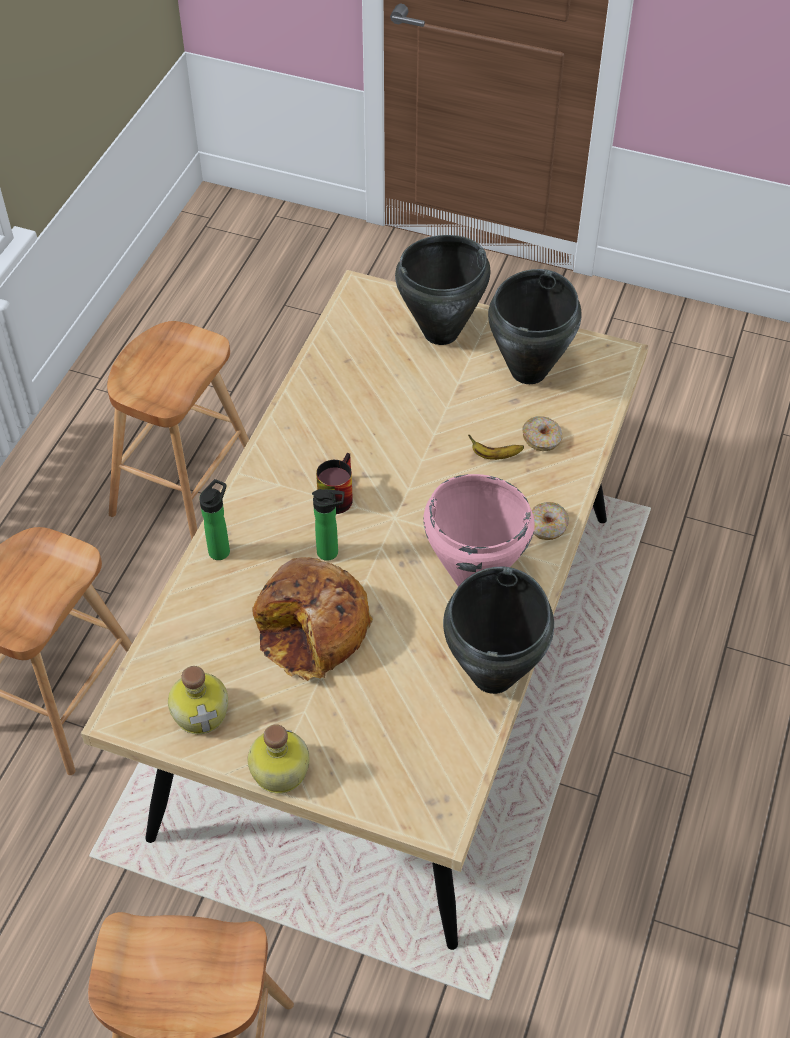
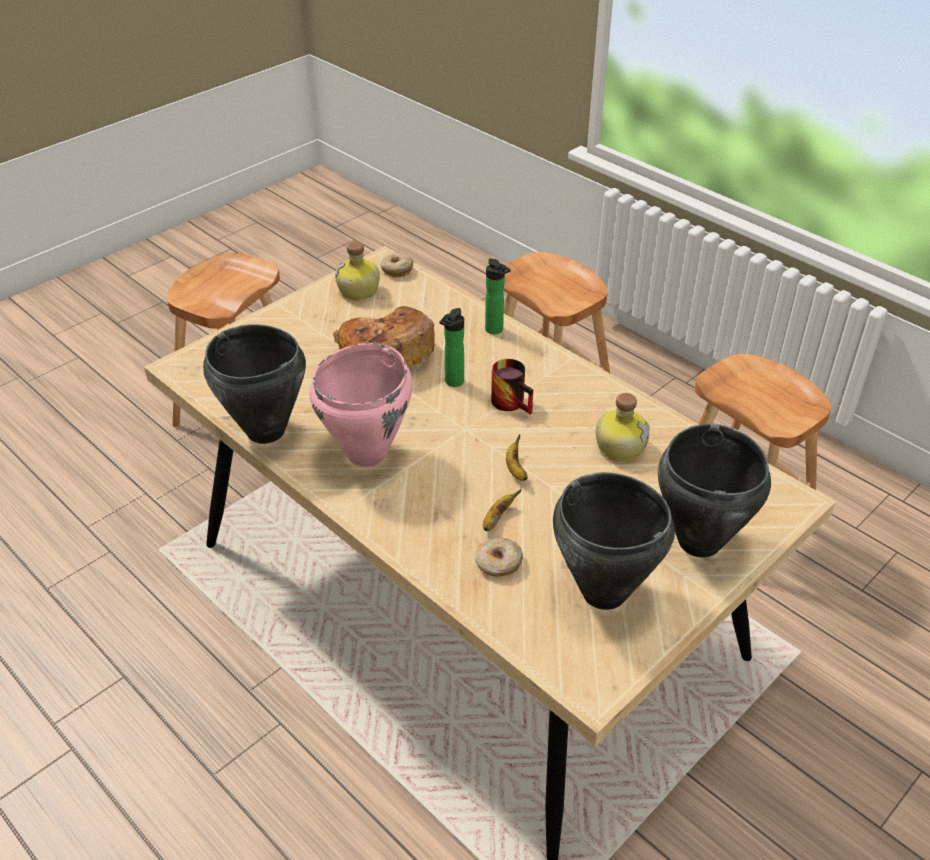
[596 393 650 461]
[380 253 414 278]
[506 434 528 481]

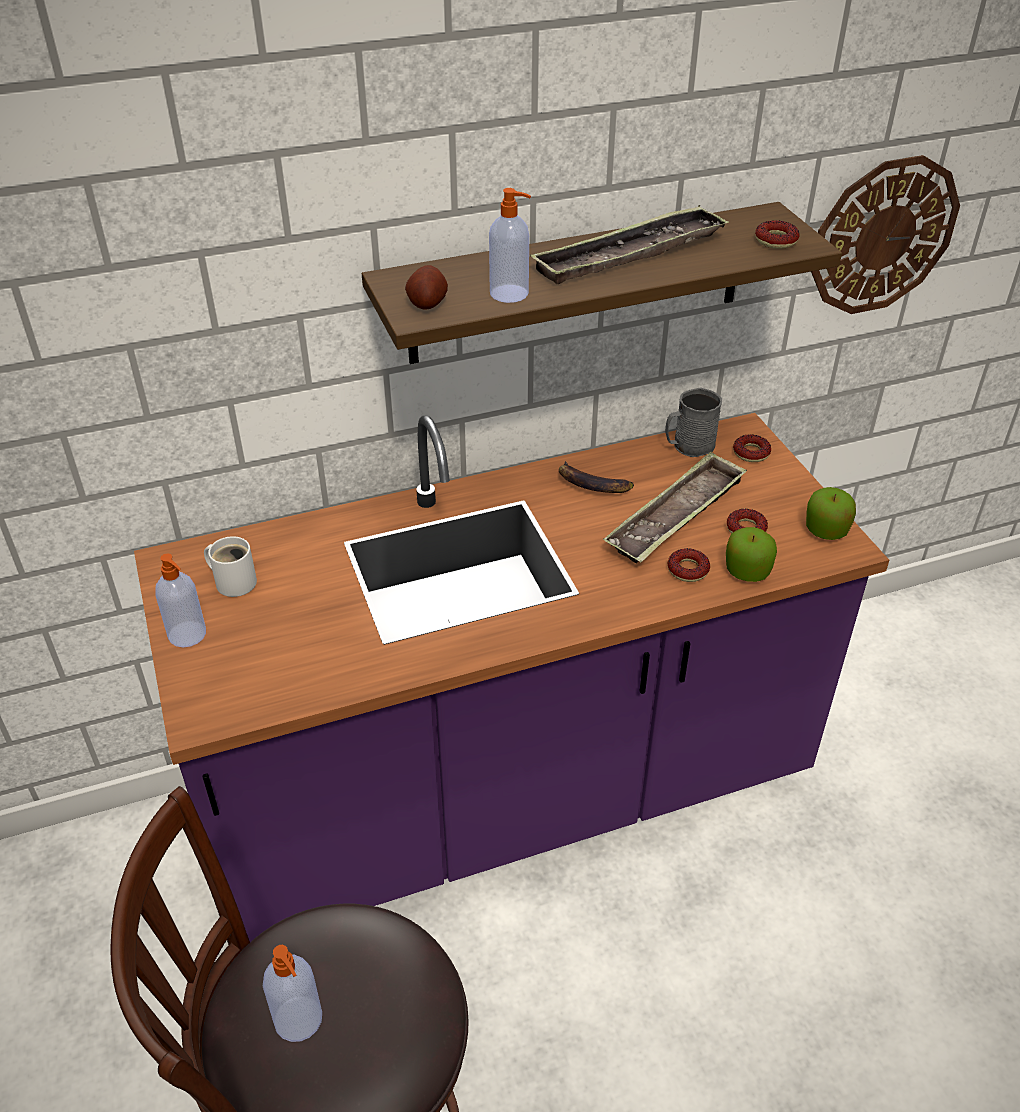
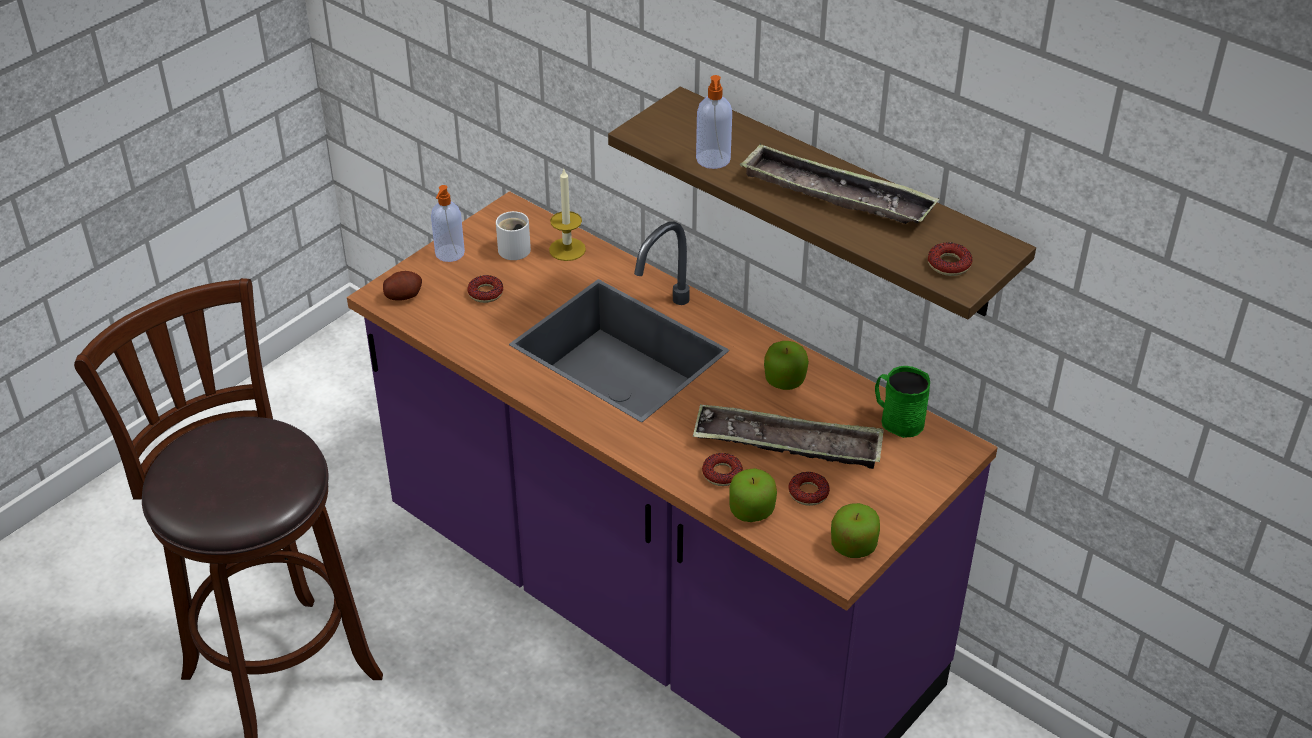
[263 945 322 1042] (first image)
[383 271 422 301]
[764 341 809 390]
[875 366 930 438]
[467 275 504 303]
[811 155 960 314] (first image)
[549 169 586 261]

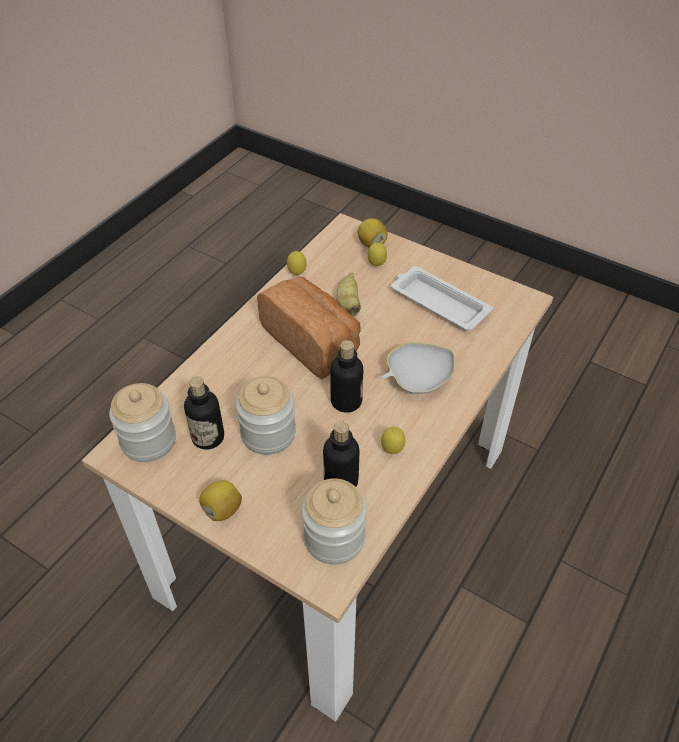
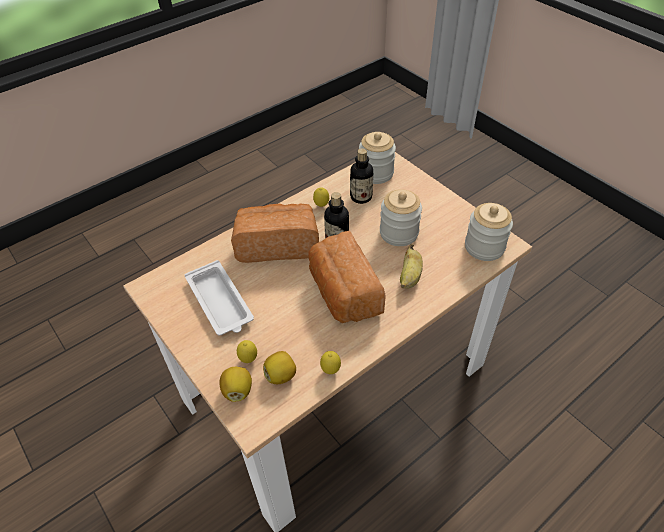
[184 377 224 449] (first image)
[263 351 296 384]
[400 244 423 289]
[231 204 319 263]

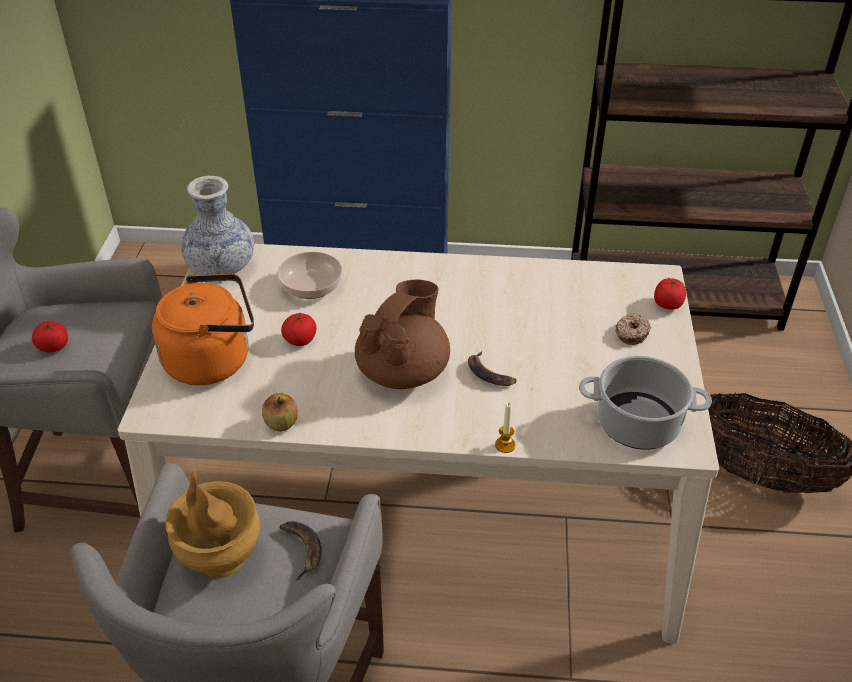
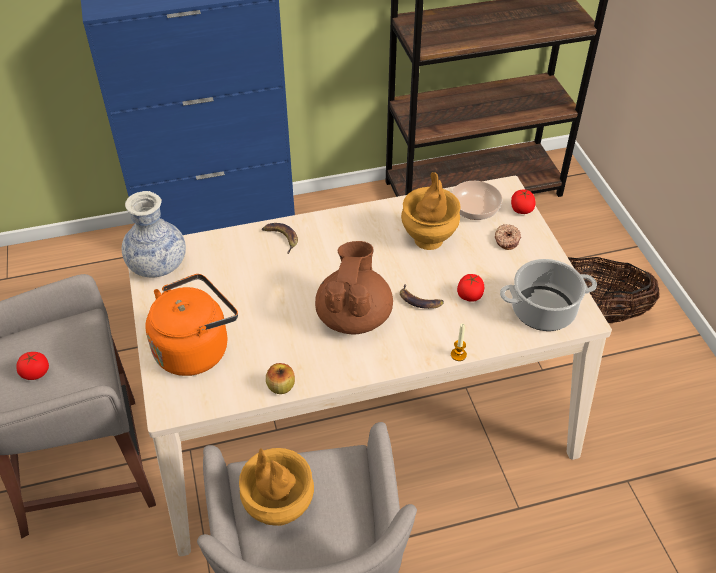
[451 181 502 220]
[262 223 298 254]
[457 274 484 302]
[401 172 461 250]

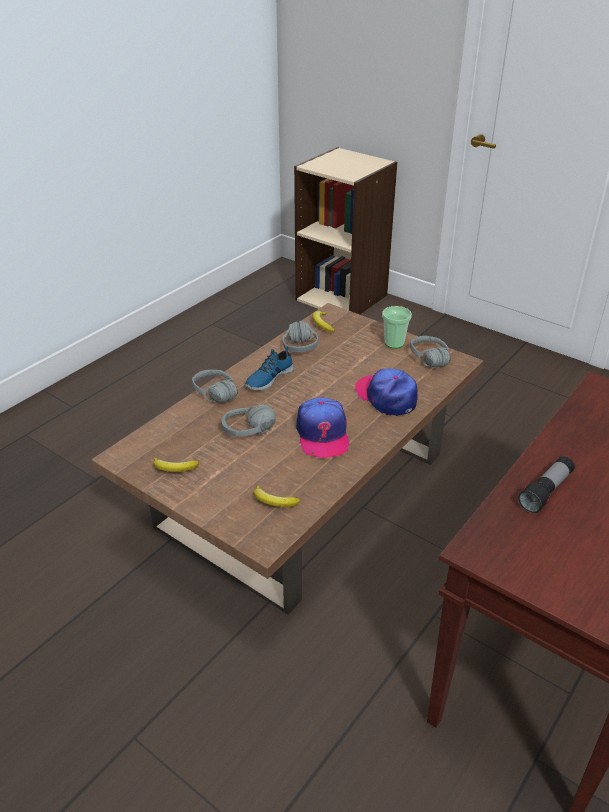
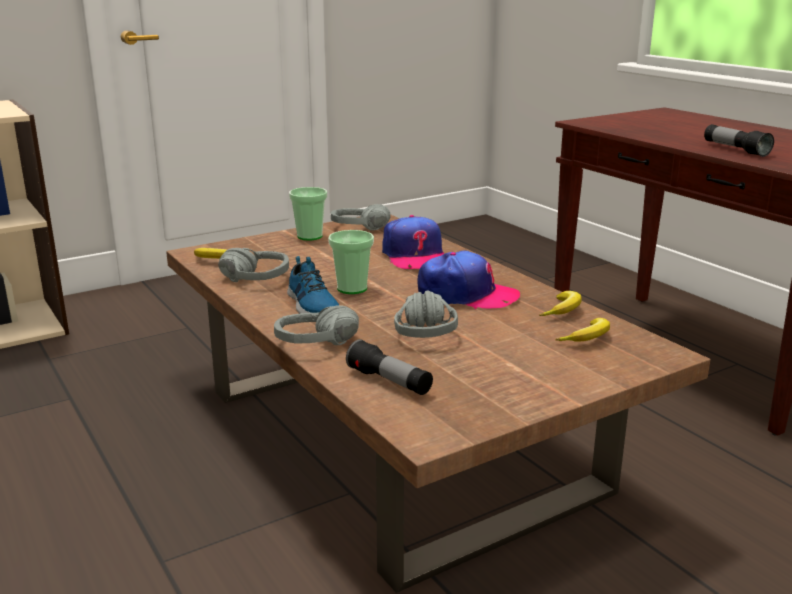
[539 291 582 316]
[382 215 444 269]
[328 230 374 294]
[346 339 433 395]

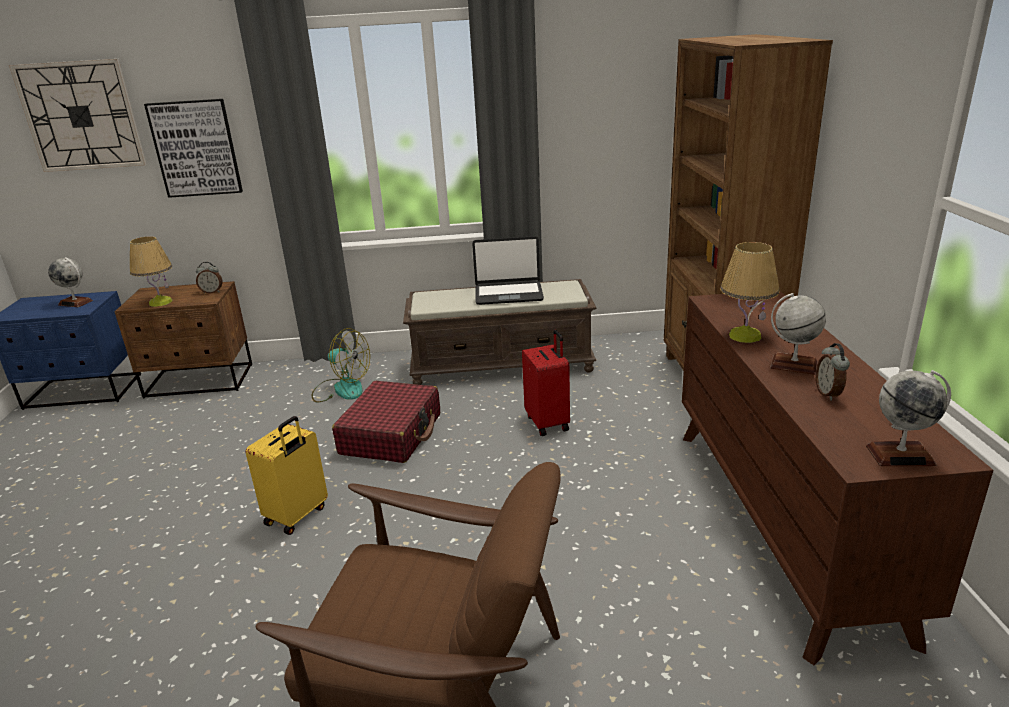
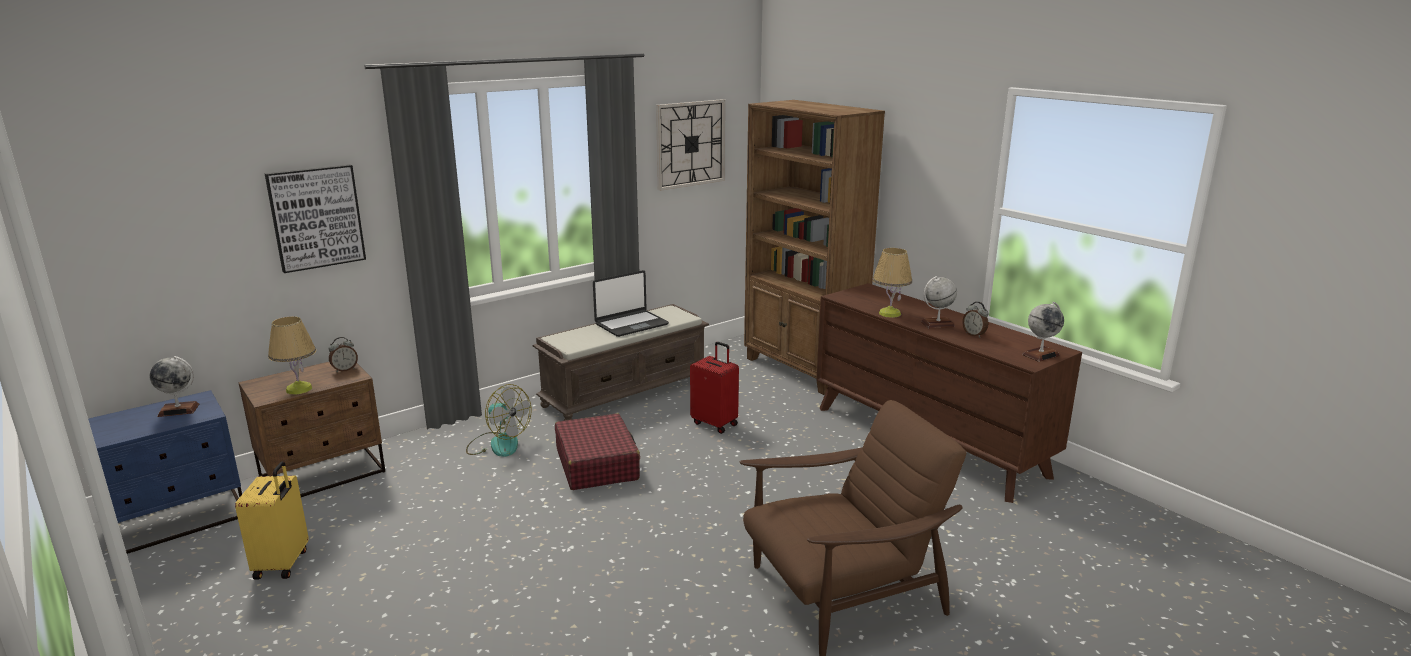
[656 99 725 191]
[235 461 309 580]
[466 384 531 457]

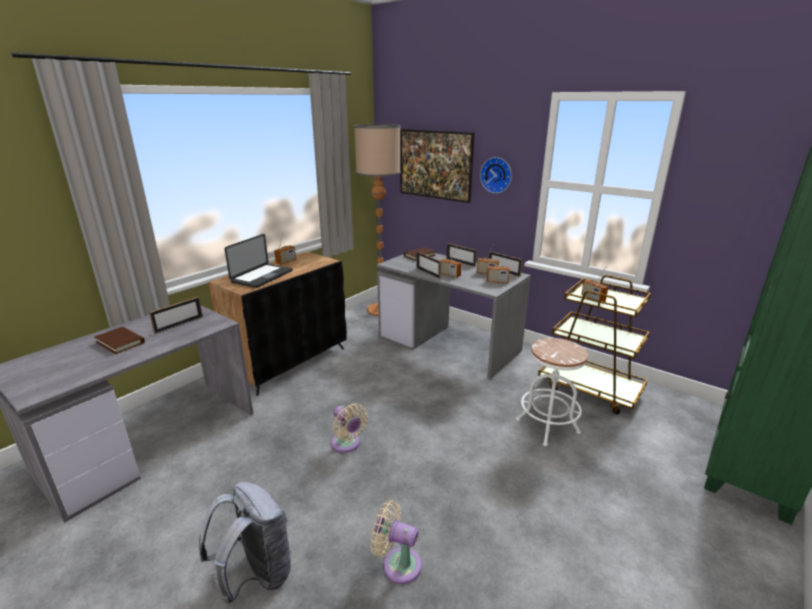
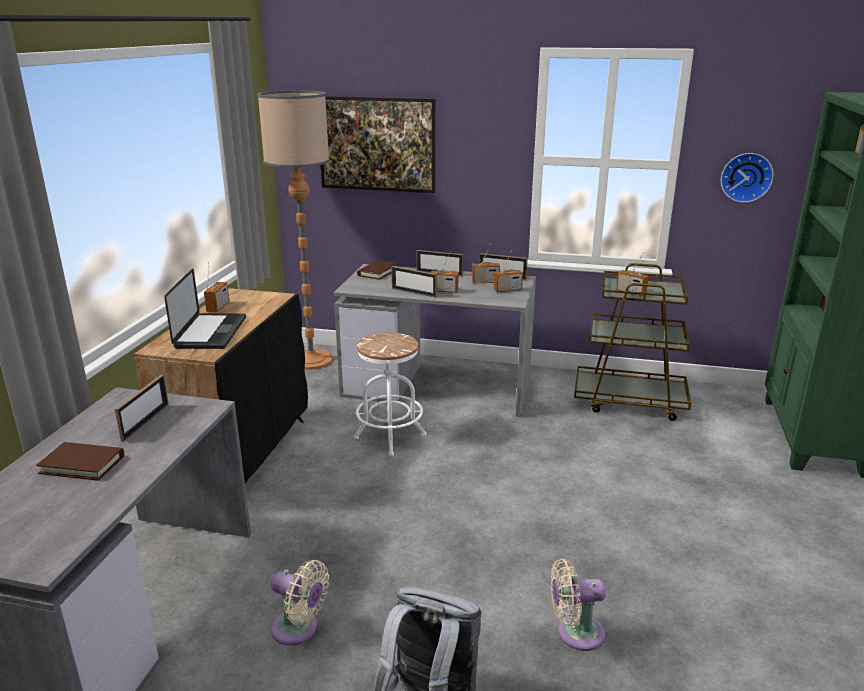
[271 560 329 646]
[721 153 774 203]
[354 333 426 456]

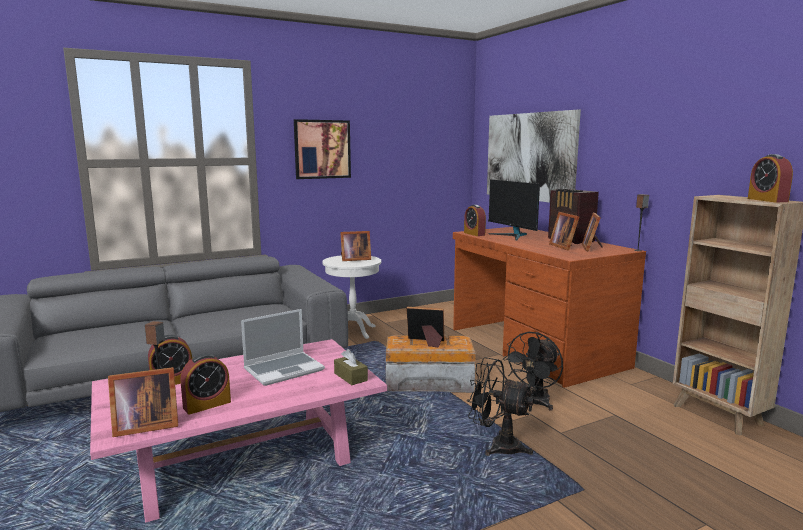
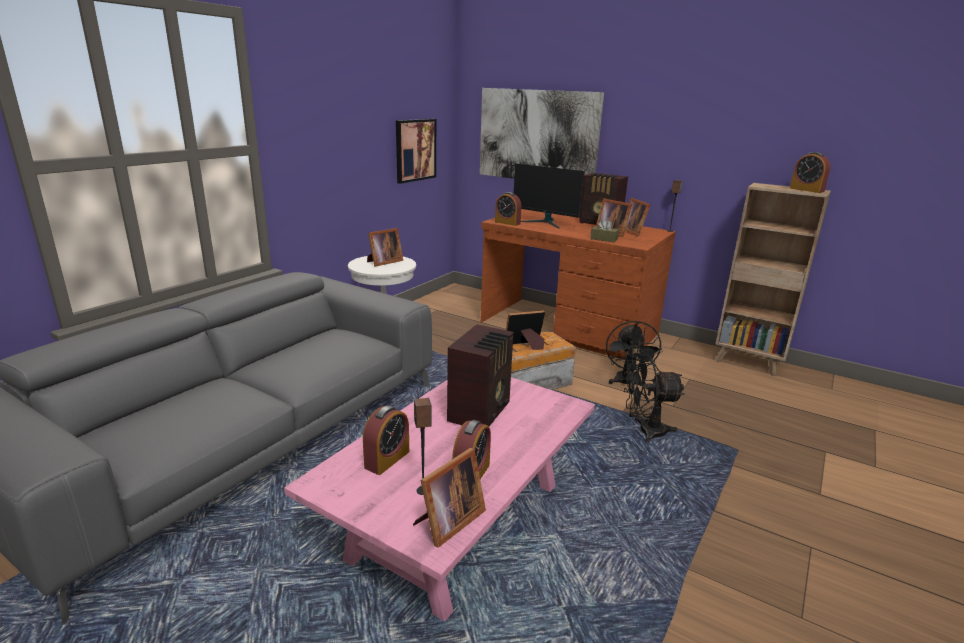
[447 324 514 426]
[396 119 436 184]
[590 219 619 242]

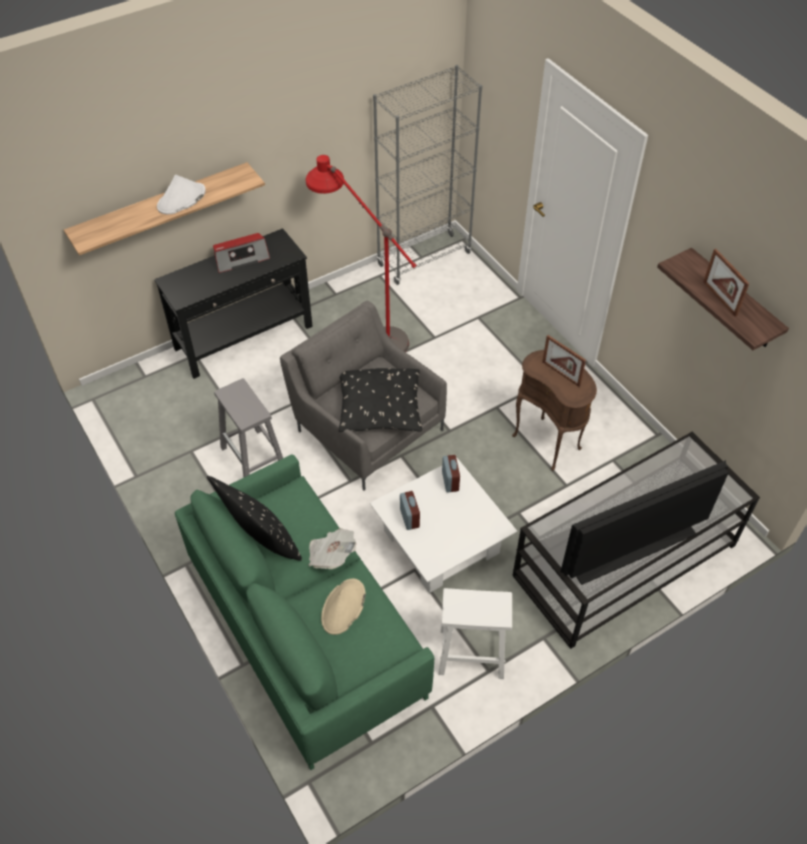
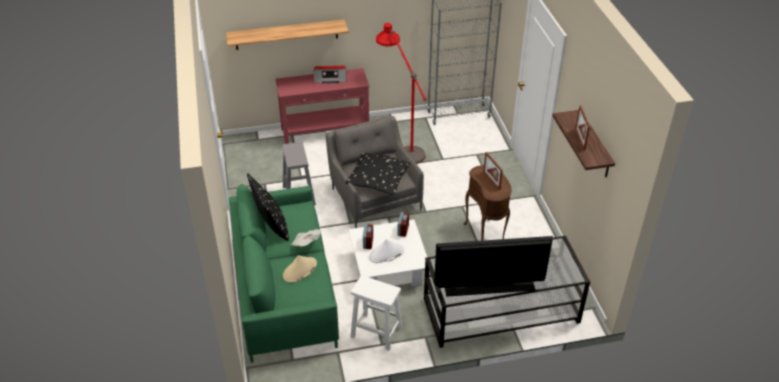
[275 68 369 144]
[369 239 404 263]

